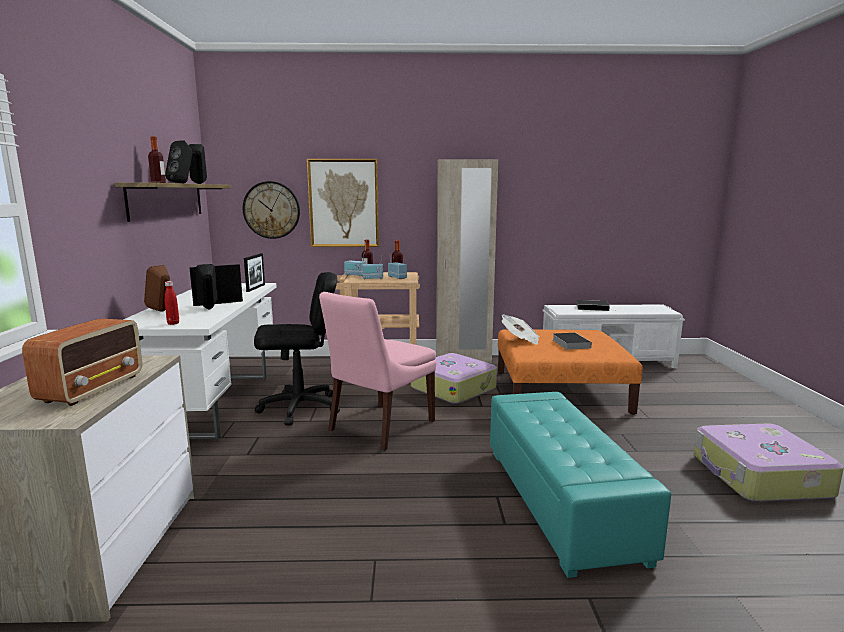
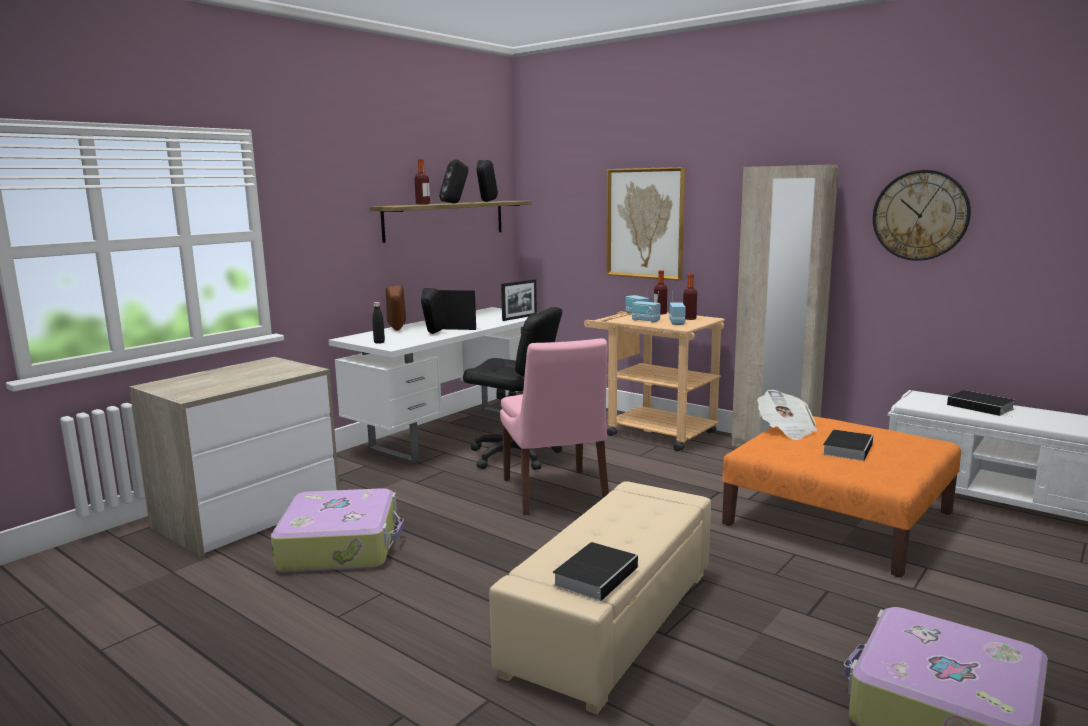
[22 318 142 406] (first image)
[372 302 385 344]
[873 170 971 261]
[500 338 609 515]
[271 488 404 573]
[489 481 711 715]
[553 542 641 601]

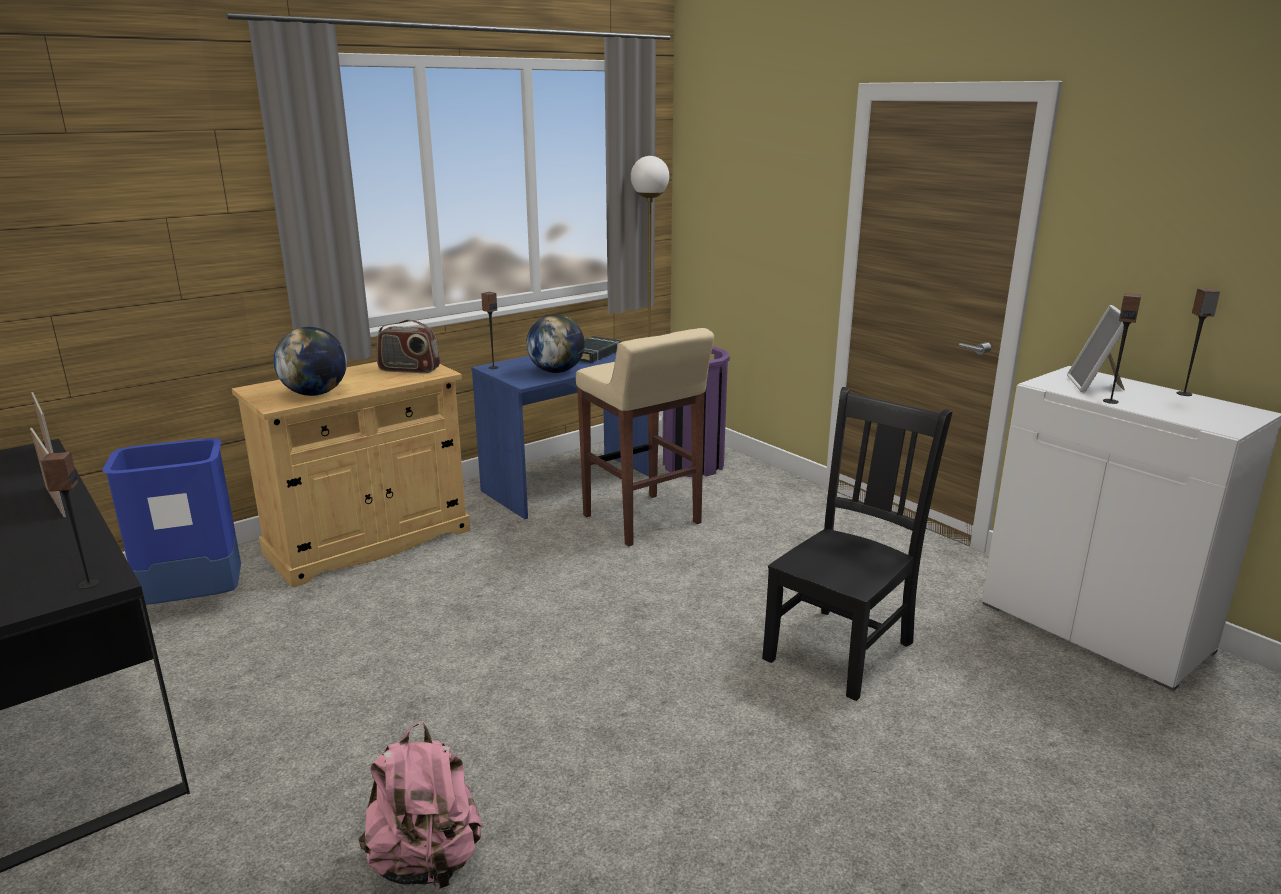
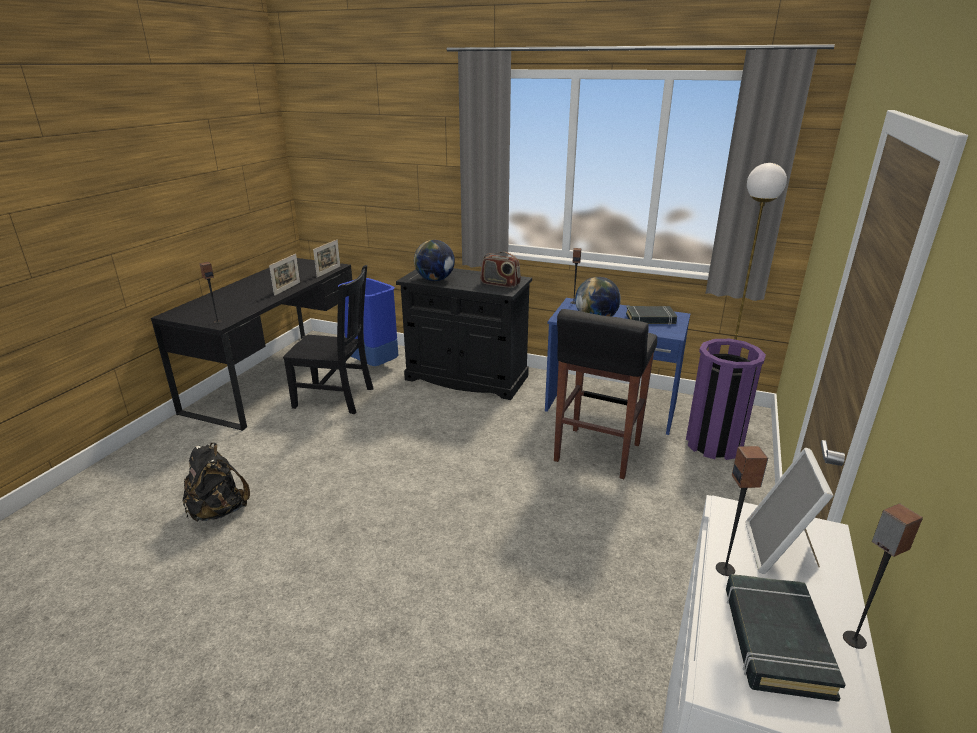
[396 268 532 400]
[183 443 250 522]
[481 252 521 288]
[554 309 657 479]
[283 265 373 414]
[746 448 834 574]
[726 574 846 702]

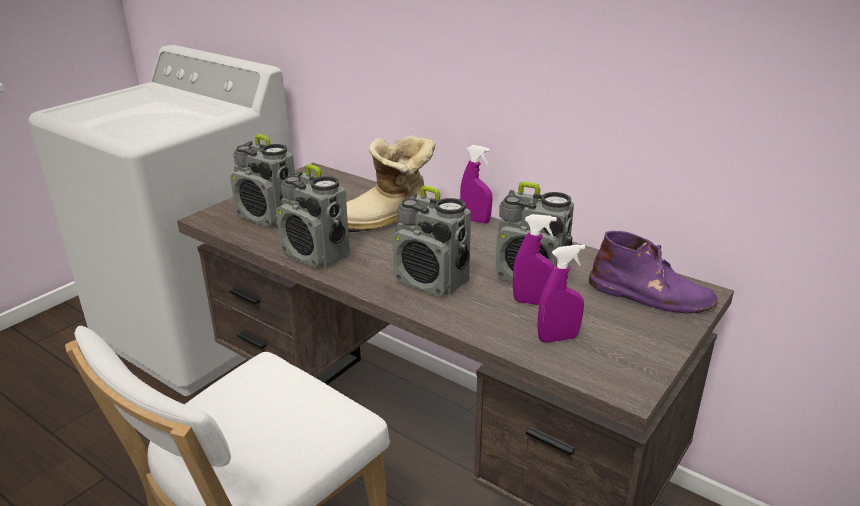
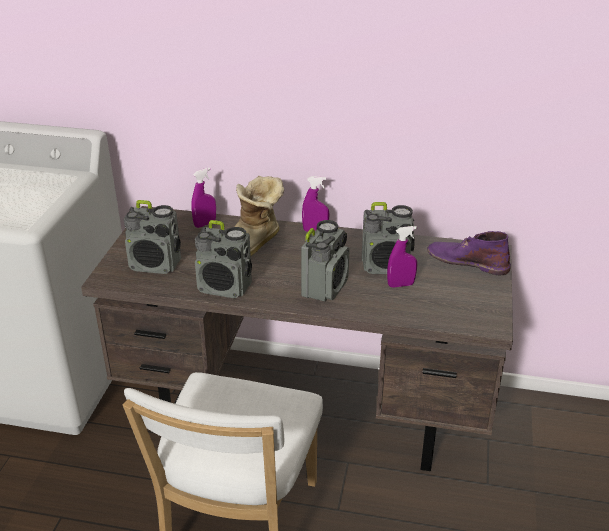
[301 220 350 302]
[191 167 216 228]
[427 231 511 275]

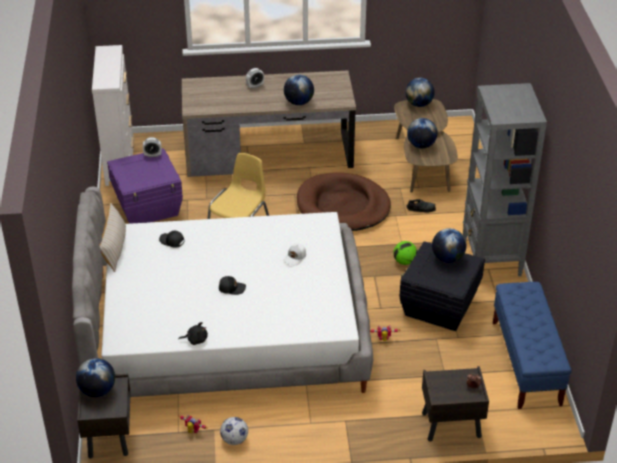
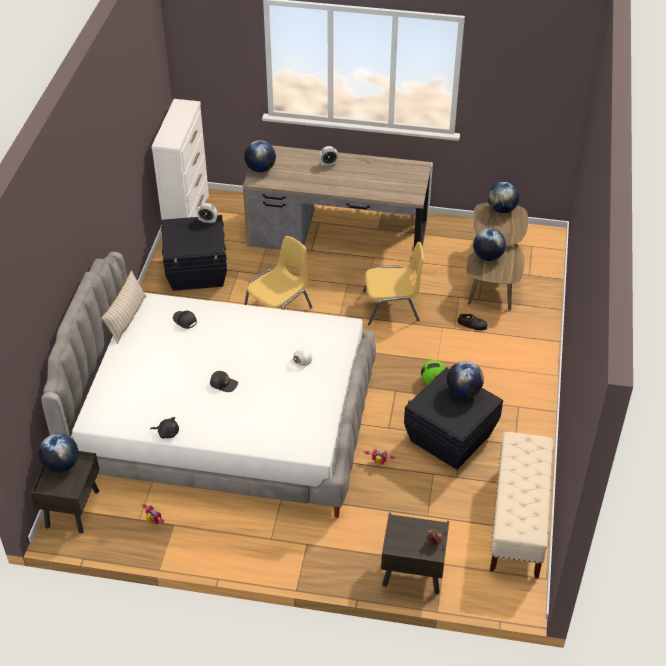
[161 215 227 291]
[220 417 248 445] (first image)
[244 140 276 172]
[363 242 424 325]
[463 83 547 276] (first image)
[490 432 553 578]

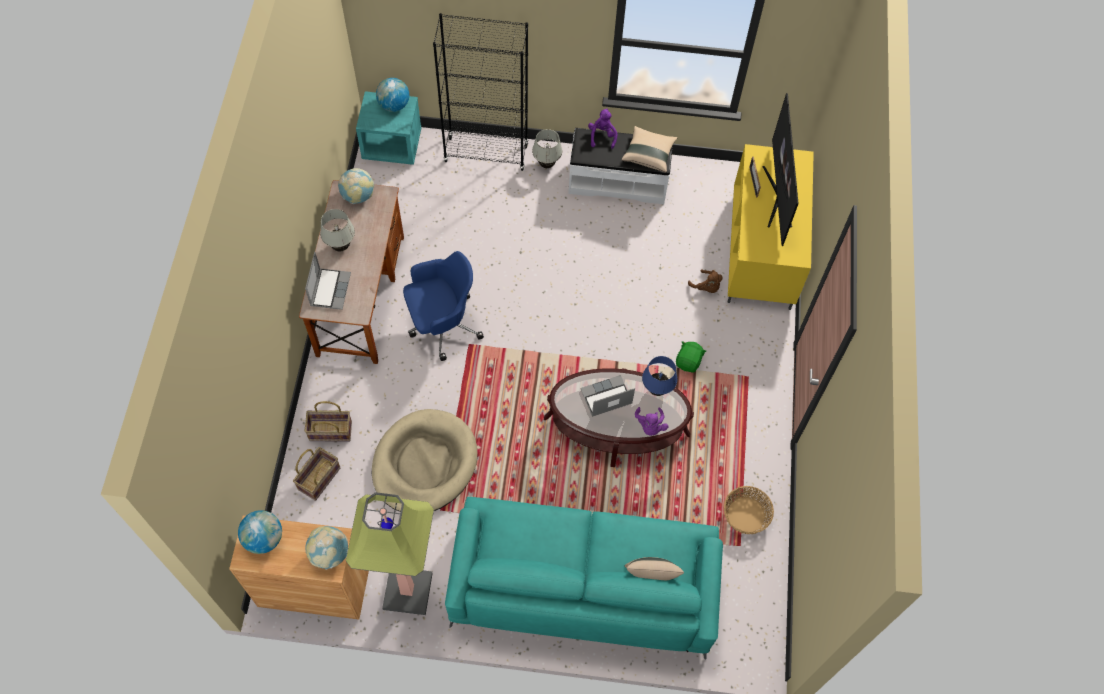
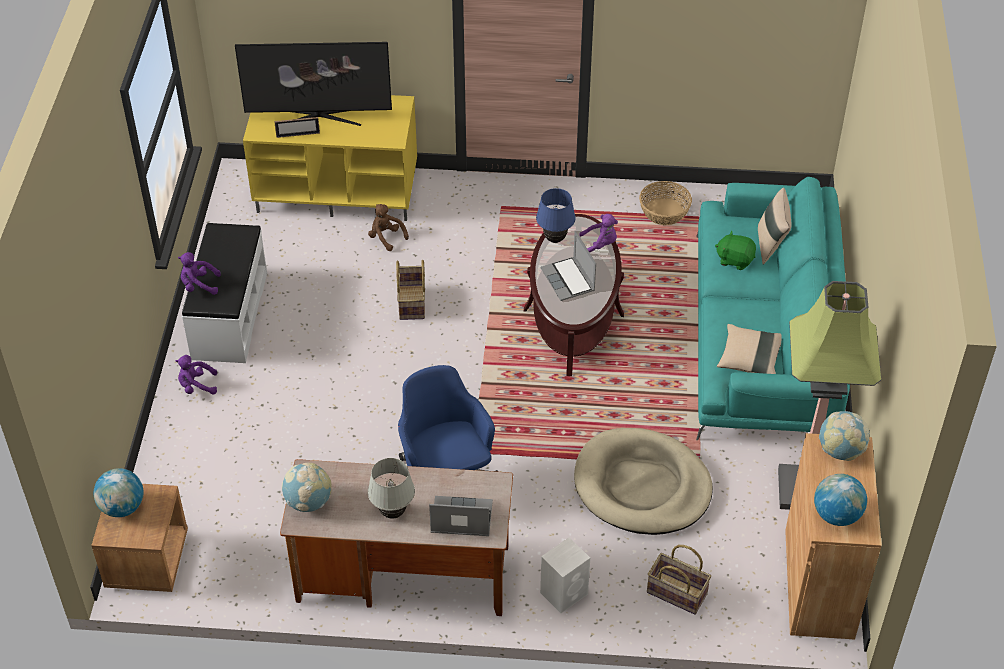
[396 260 425 320]
[91 484 188 592]
[433 13 528 171] (first image)
[175 355 217 394]
[717 324 781 374]
[715 231 756 270]
[368 204 409 251]
[540 538 590 613]

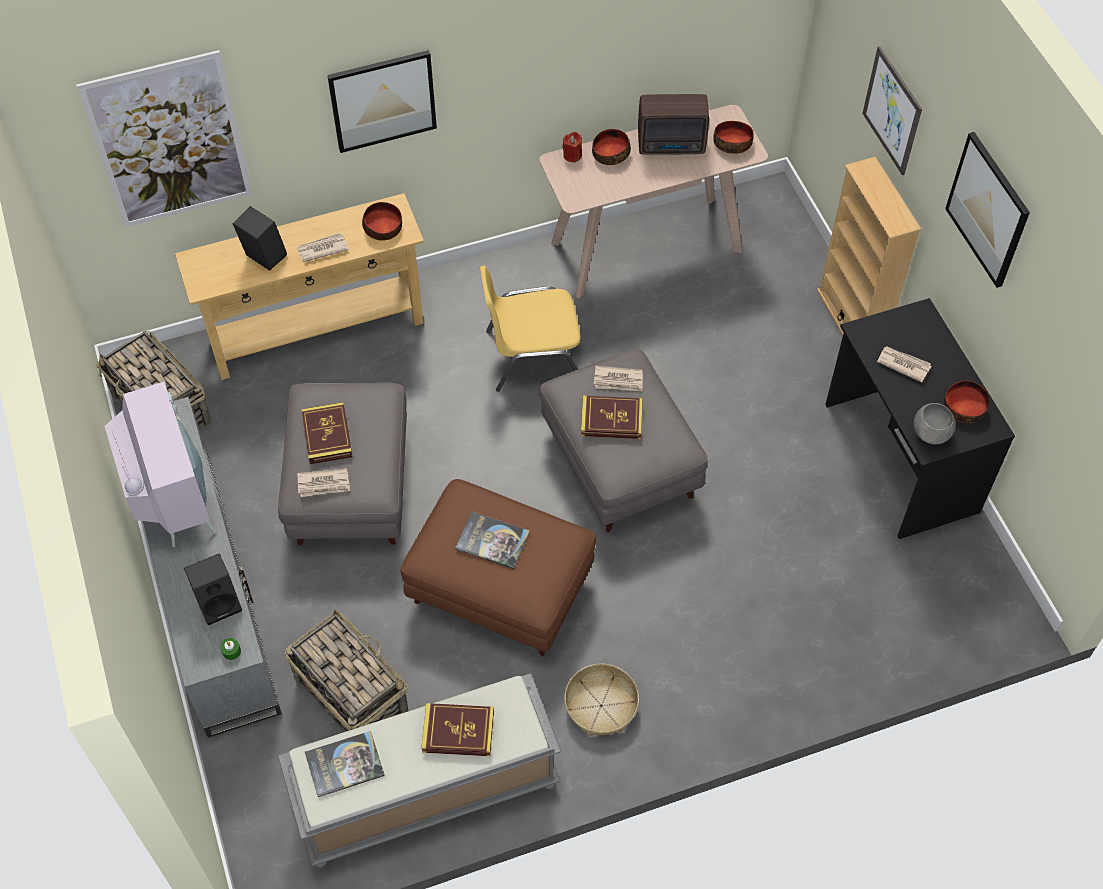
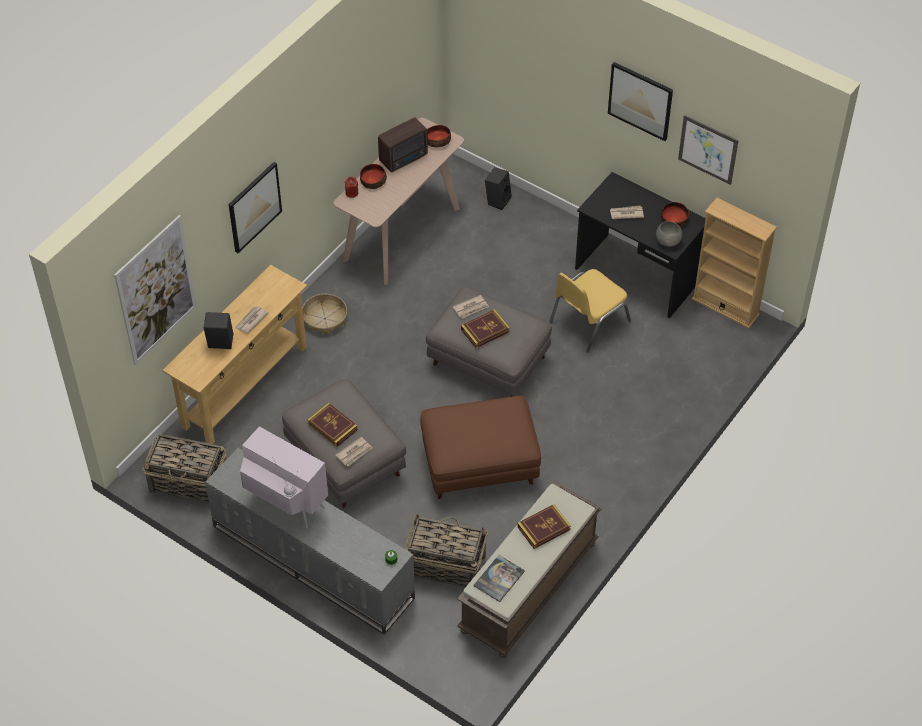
[485 167 512 210]
[457 481 602 658]
[362 202 402 241] (first image)
[455 512 530 569] (first image)
[549 269 631 352]
[302 294 347 335]
[692 198 777 328]
[678 115 739 185]

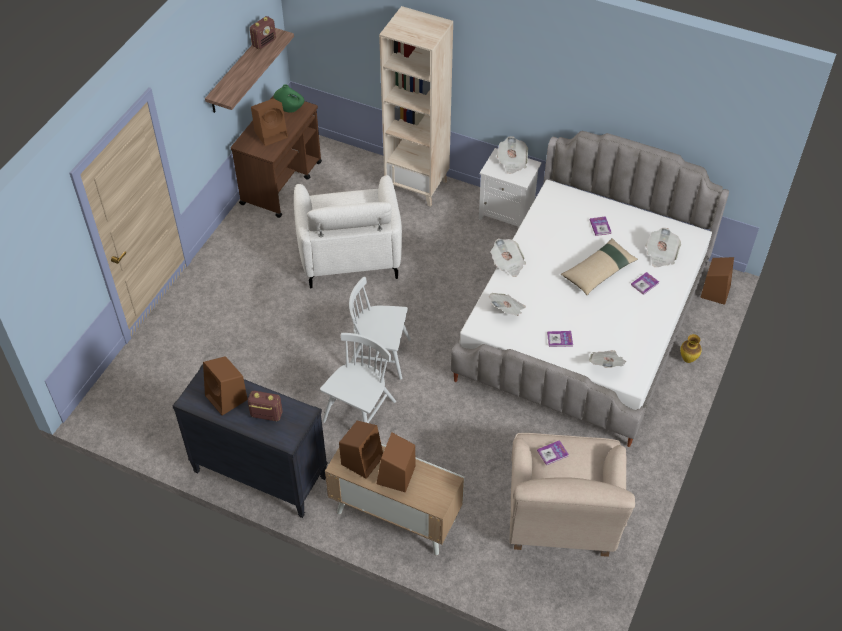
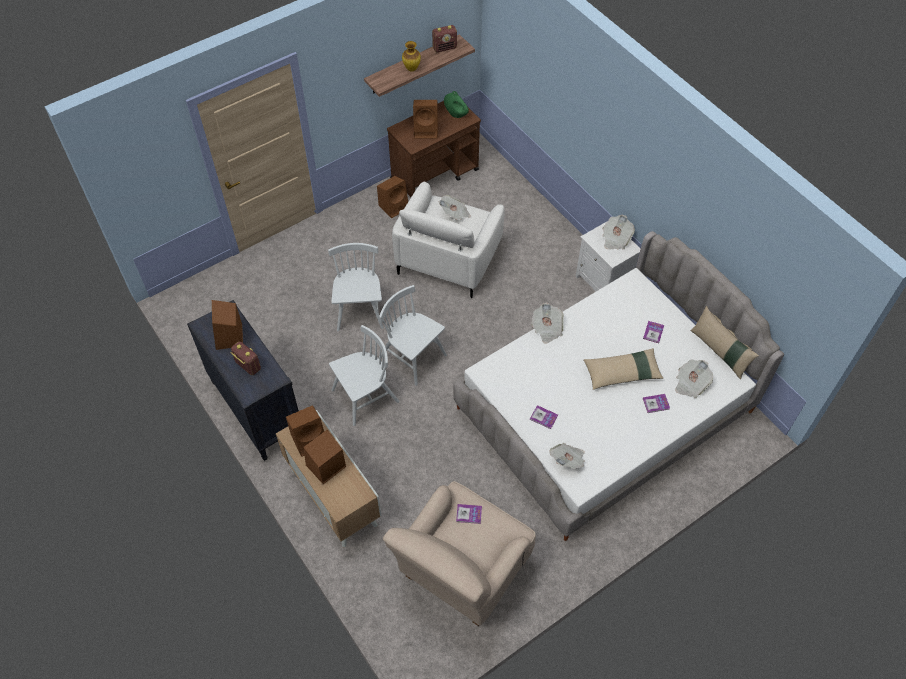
[379 6 453 207] (first image)
[439 195 471 220]
[402 41 421 72]
[377 176 408 218]
[328 243 384 331]
[690 306 759 379]

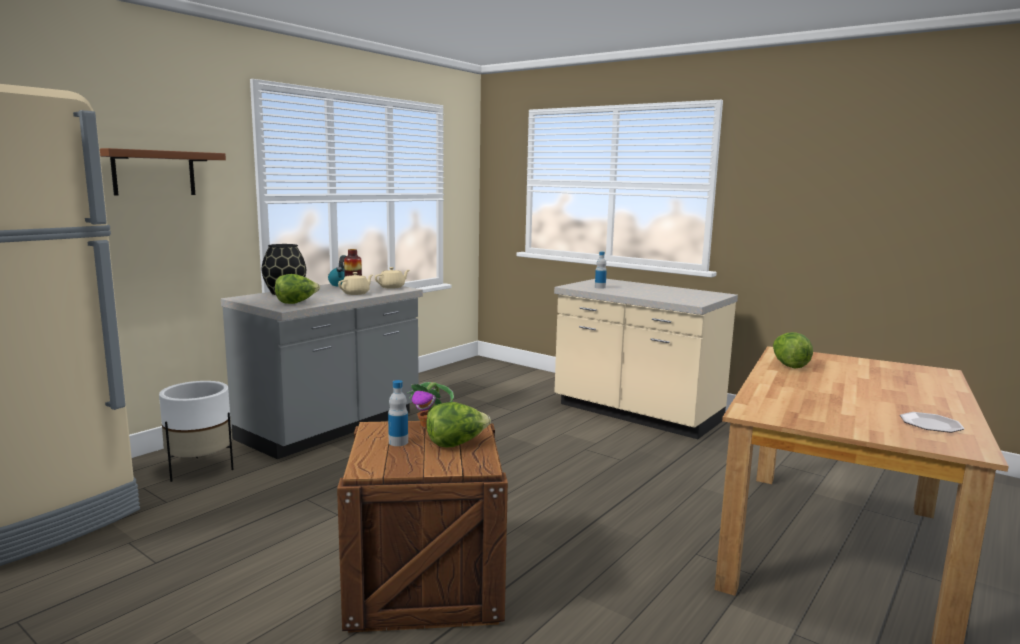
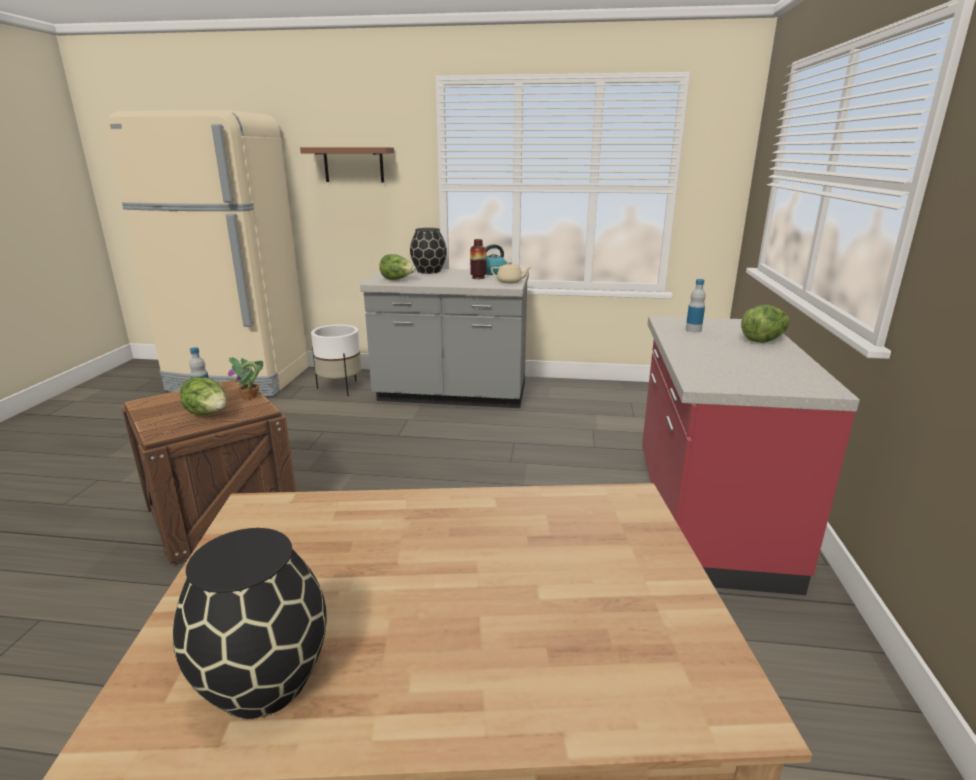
[338 272 374 295] (first image)
[642 316 860 595]
[741 305 789 343]
[173 528 327 719]

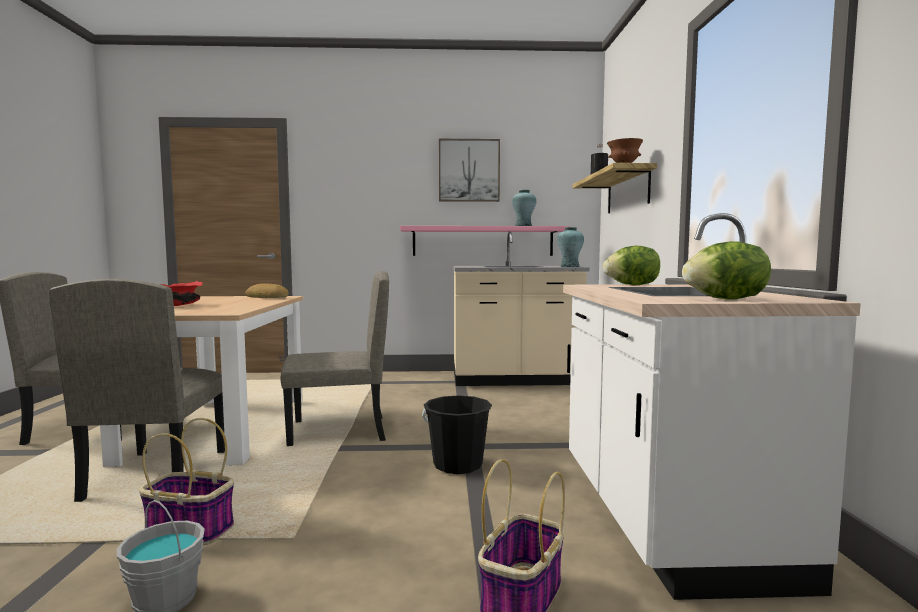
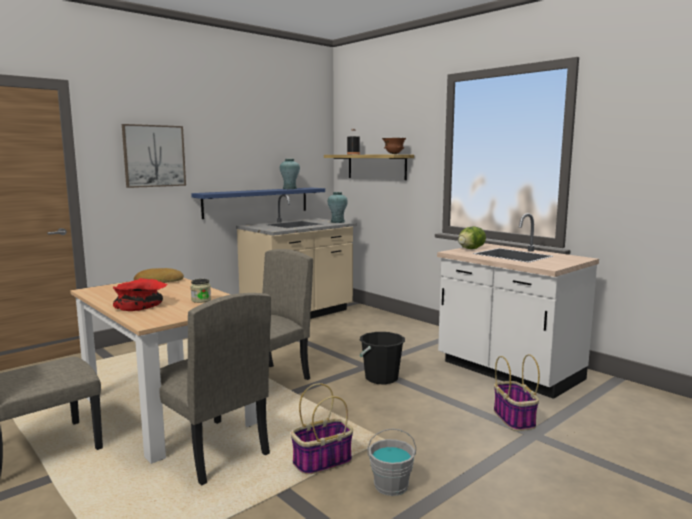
[191 187 325 219]
[122 124 186 188]
[682 241 771 300] (first image)
[191 279 211 303]

